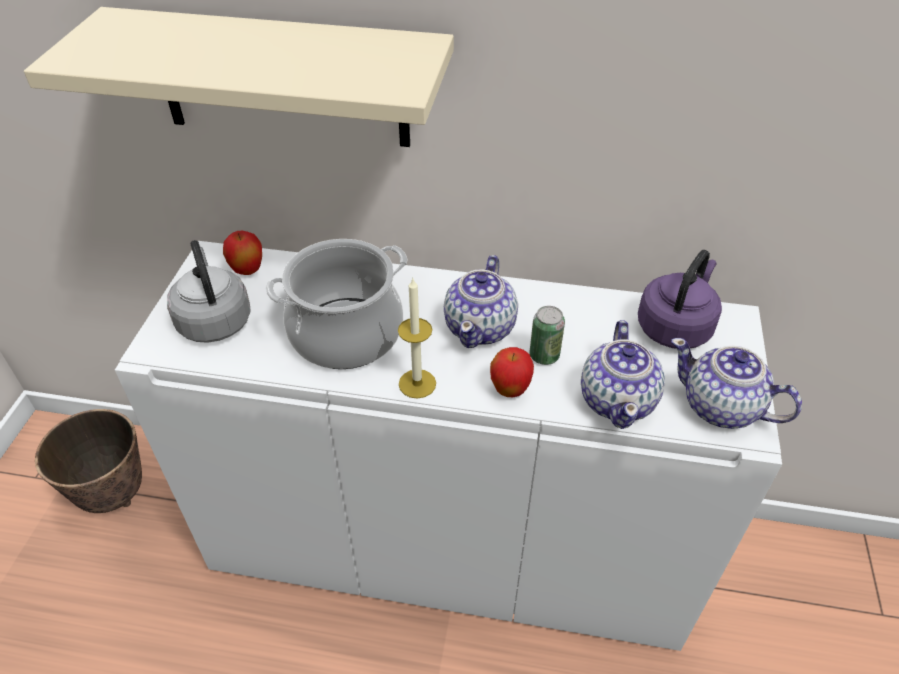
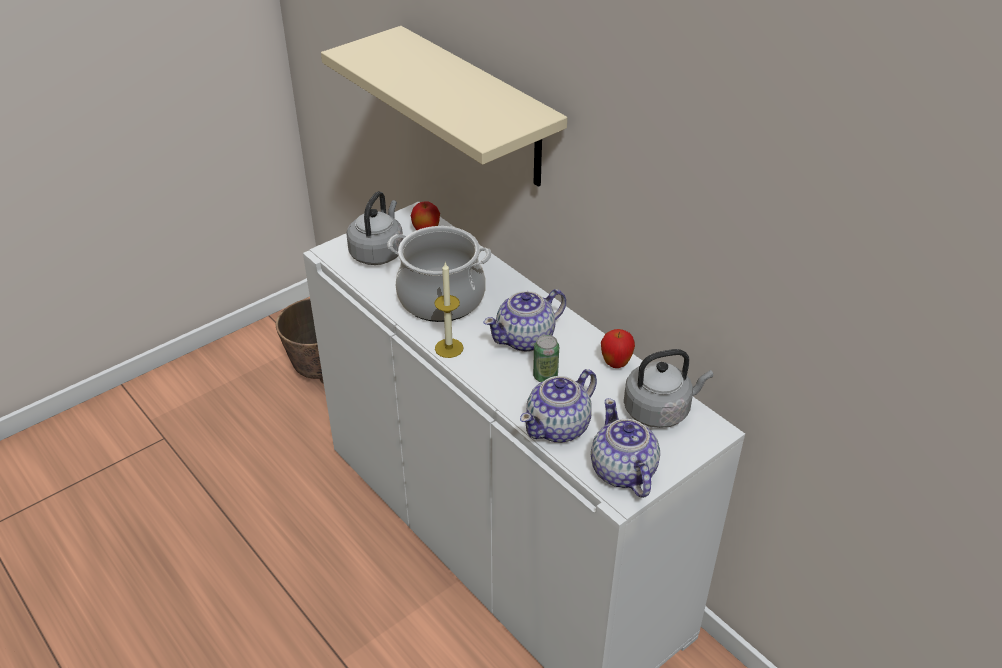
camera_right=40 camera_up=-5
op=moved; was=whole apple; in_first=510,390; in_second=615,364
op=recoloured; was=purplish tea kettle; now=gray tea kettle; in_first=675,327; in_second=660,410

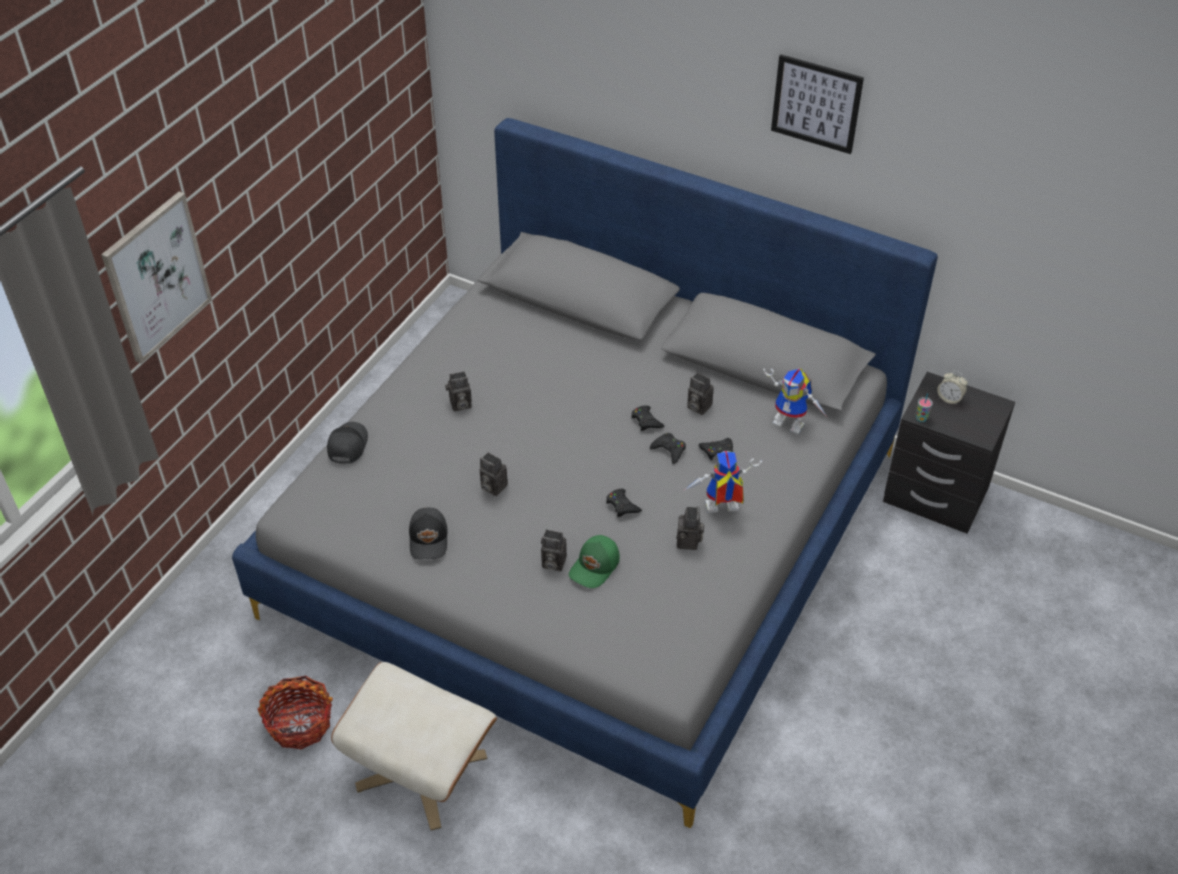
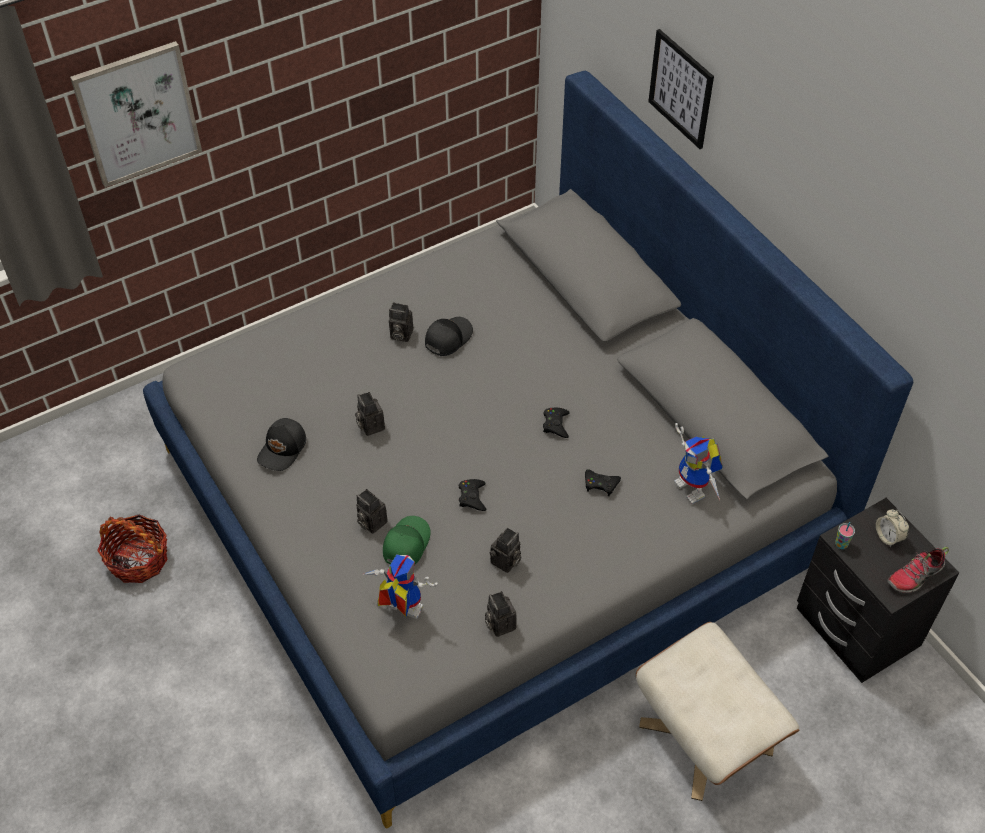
camera_right=30 camera_up=5
op=moved; was=black peaked cap; in_first=347,446; in_second=447,338
op=moved; was=beige-coloured pouffe; in_first=422,770; in_second=706,737
op=turned; was=greenish peaked cap; in_first=595,567; in_second=405,544; clockwise=135
op=removed; was=black joypad; in_first=669,450
op=moved; was=toy robot; in_first=719,511; in_second=399,610
op=moved; was=photo camera; in_first=697,406; in_second=499,624
op=moved; was=picture; in_first=816,103; in_second=681,89
op=added; now=item of footwear; in_second=915,576

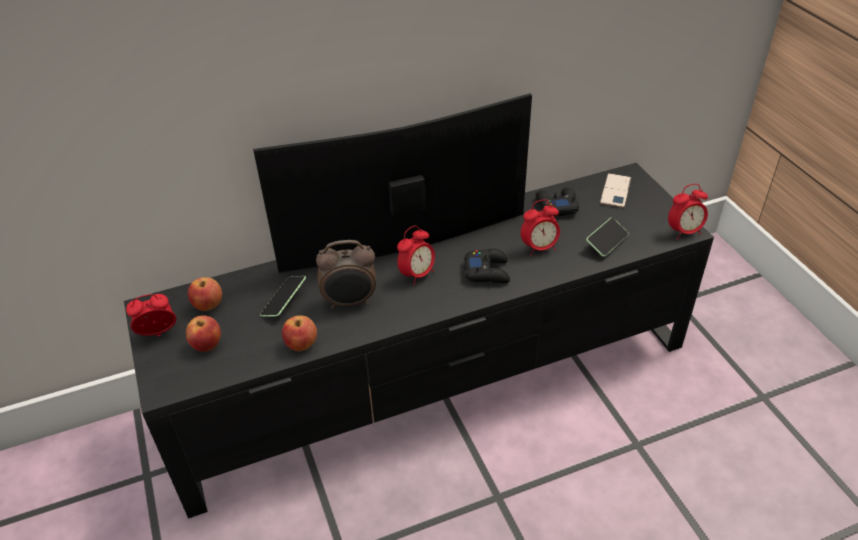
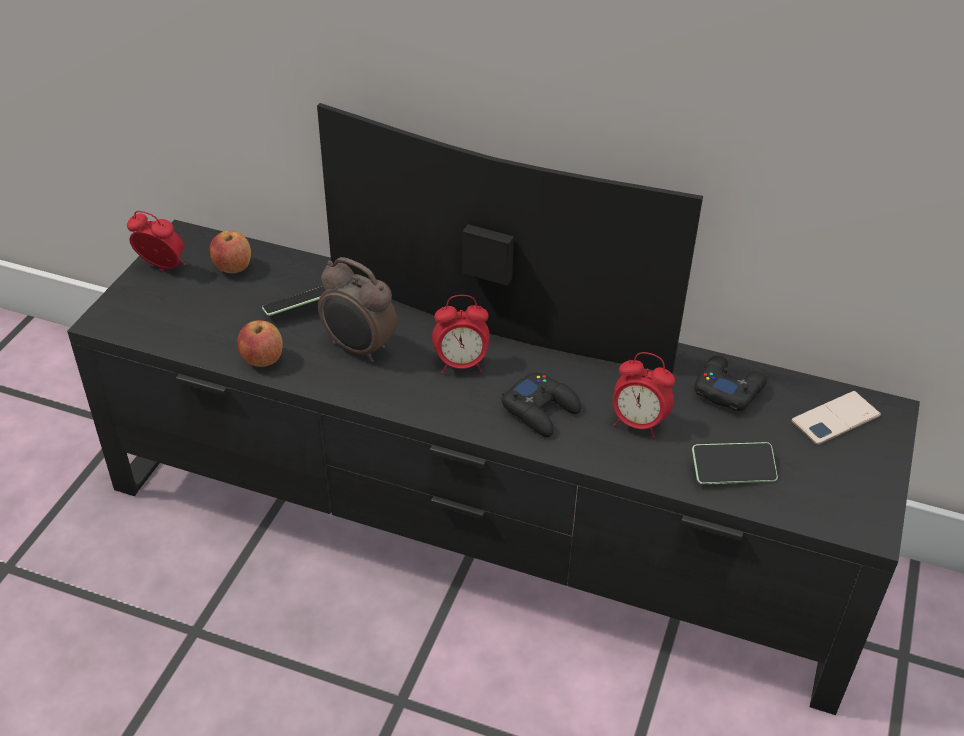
camera_right=40 camera_up=0
op=removed; was=whole apple; in_first=207,345
op=removed; was=alarm clock; in_first=684,232

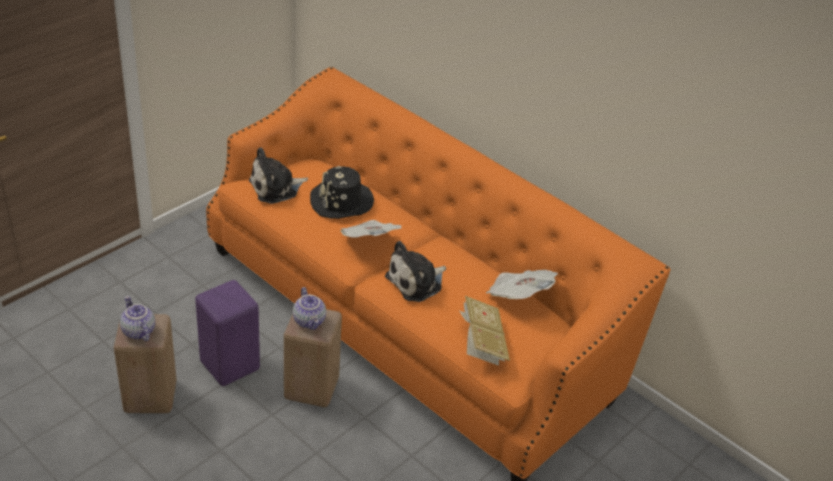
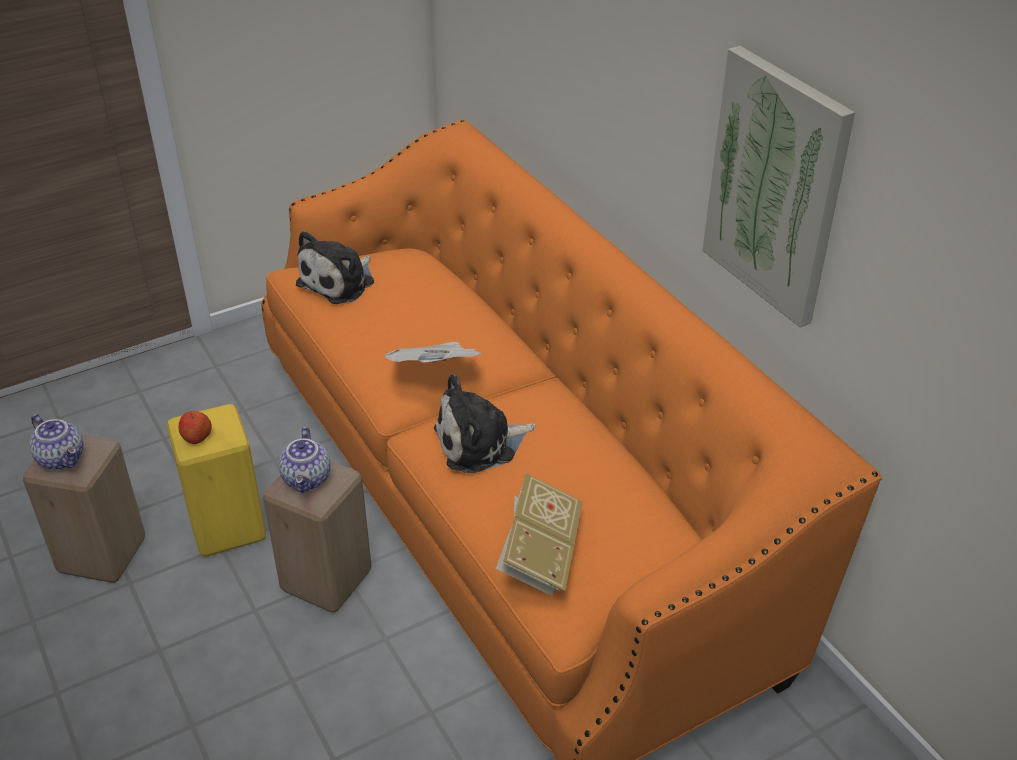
camera_right=20 camera_up=0
op=turned; was=tea pot; in_first=137,331; in_second=62,458; clockwise=150
op=recoloured; was=purplish stool; now=yellow stool; in_first=230,364; in_second=229,526
op=turned; was=cuddly toy; in_first=276,188; in_second=340,282; clockwise=-45
op=removed; was=black hat; in_first=341,202
op=removed; was=printed paper; in_first=518,296
op=added; now=whole apple; in_second=196,437
op=added; now=picture; in_second=776,186

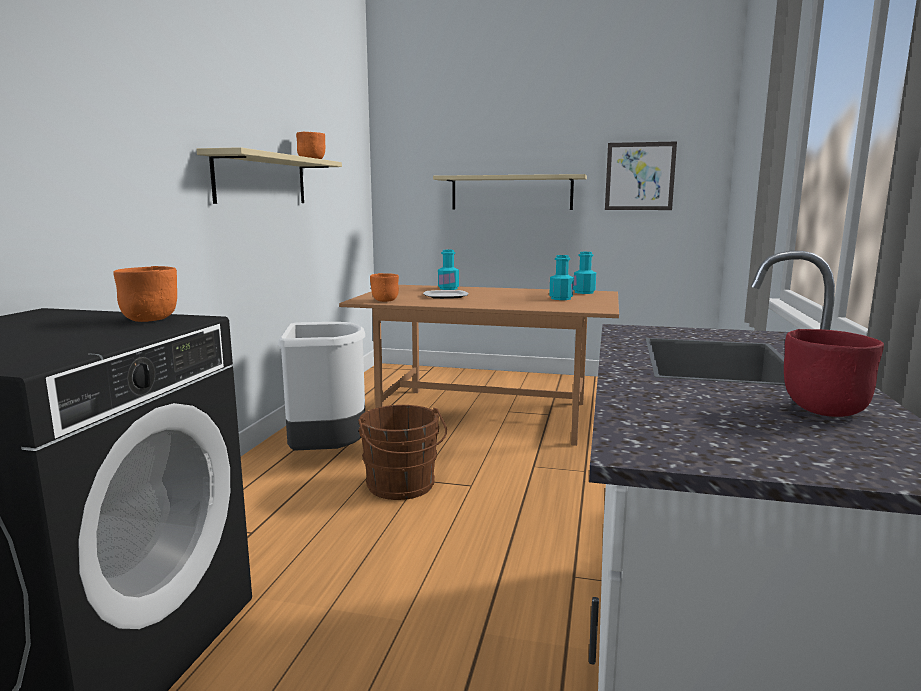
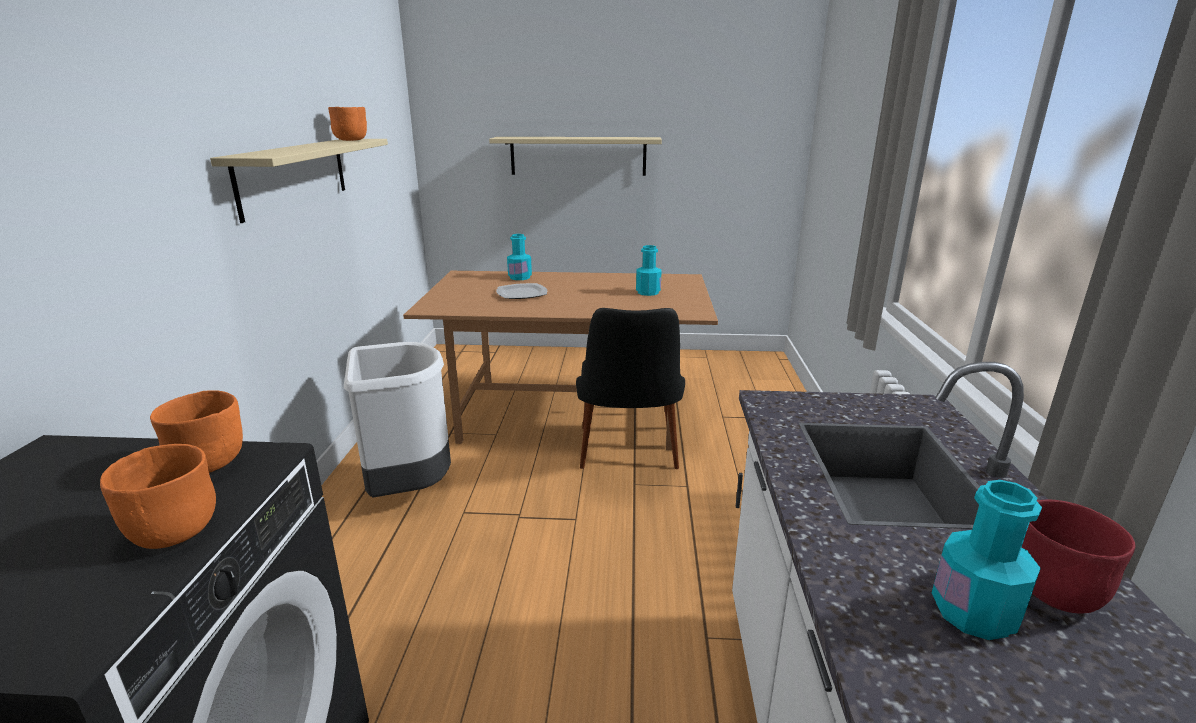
camera_right=-10 camera_up=10
op=removed; was=brownish pail; in_first=402,487
op=moved; was=orangey bowl; in_first=384,301; in_second=173,533
op=moved; was=turquoise bottle; in_first=584,292; in_second=973,613
op=removed; was=picture; in_first=640,176
op=added; now=black chair; in_second=628,458

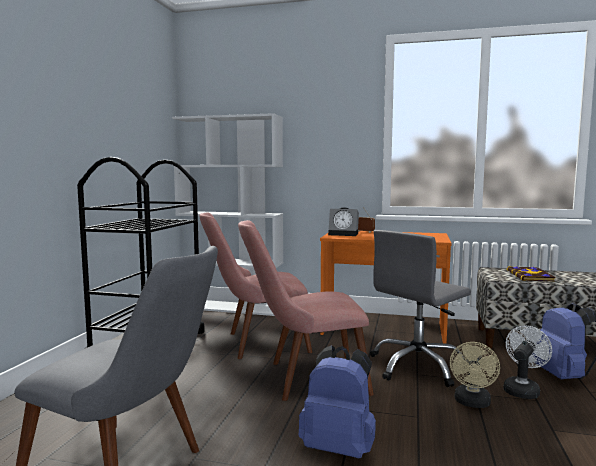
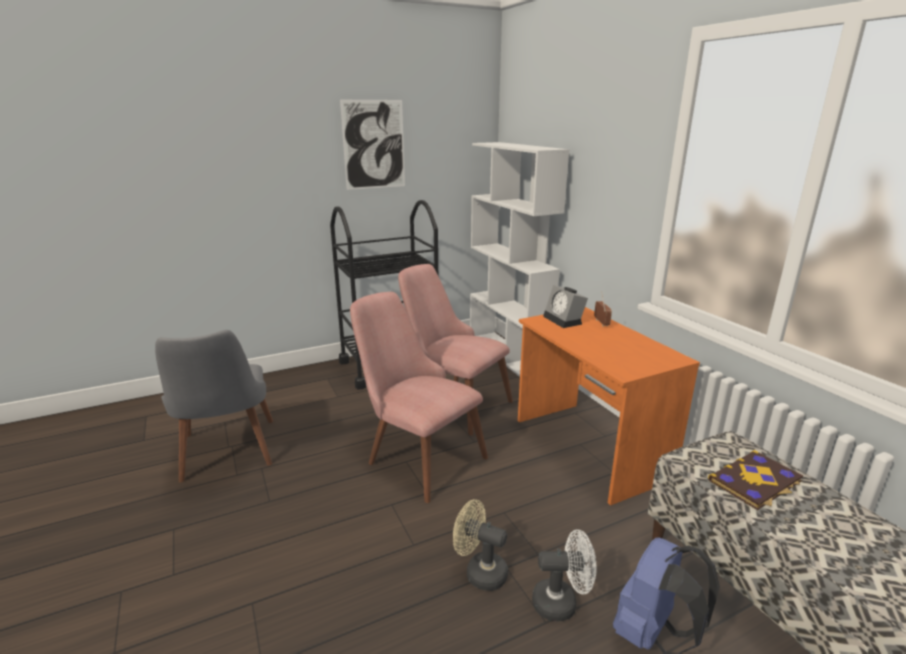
camera_right=50 camera_up=15
op=removed; was=blue rucksack; in_first=339,447
op=removed; was=gray desk chair; in_first=418,366
op=turned; was=beige-coloured electric fan; in_first=472,403; in_second=479,572; clockwise=45
op=added; now=picture; in_second=374,145

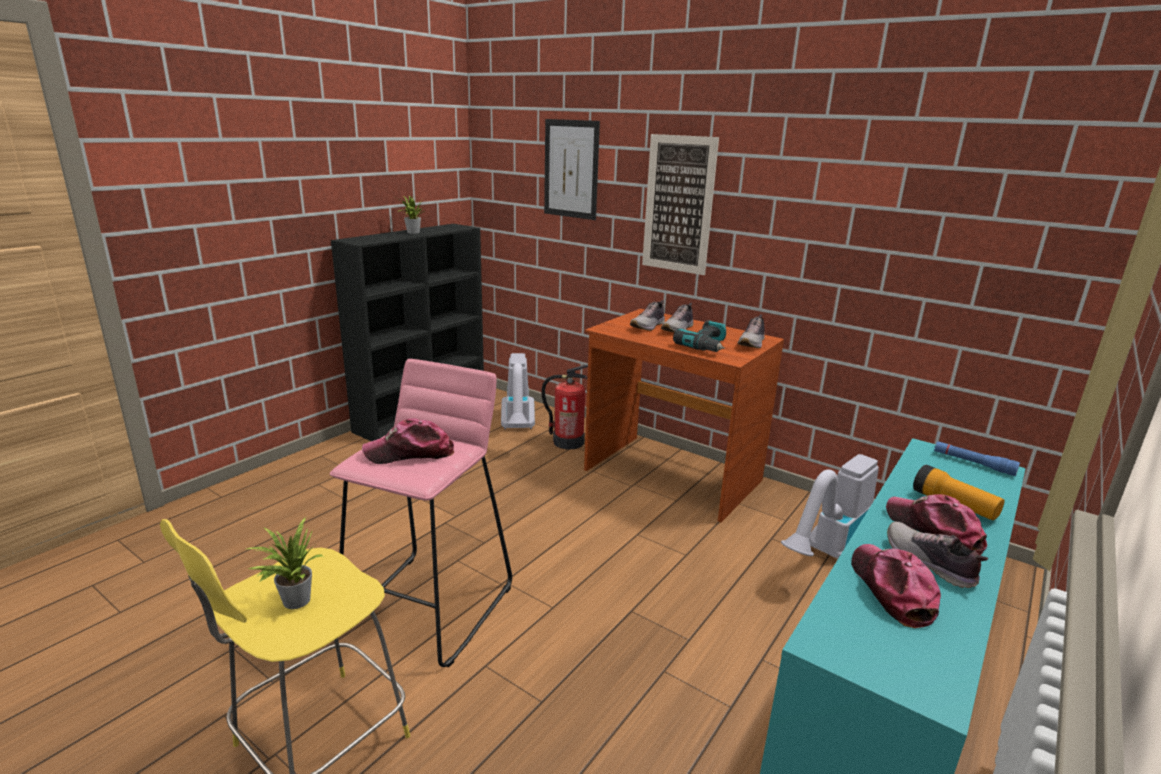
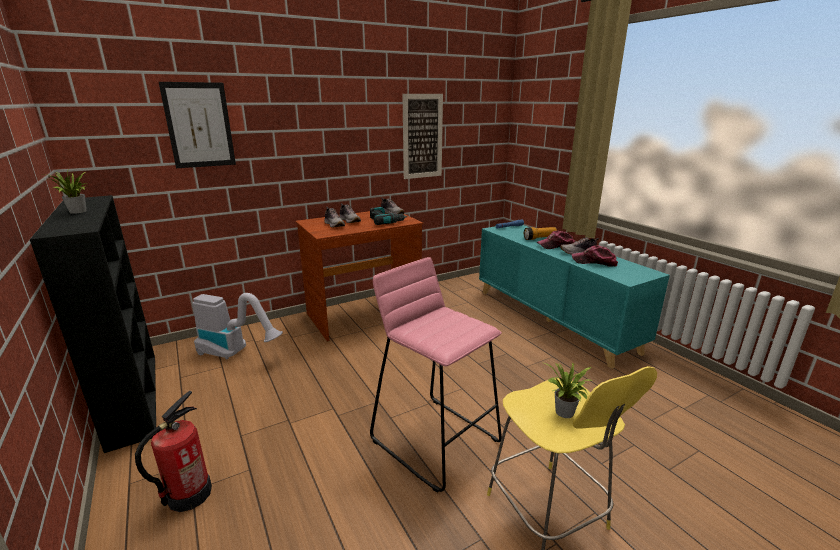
camera_right=-65 camera_up=0
op=removed; was=peaked cap; in_first=410,453
op=moved; was=extinguisher; in_first=567,442; in_second=188,495
op=moved; was=picture; in_first=678,205; in_second=422,136
op=removed; was=vacuum; in_first=828,555

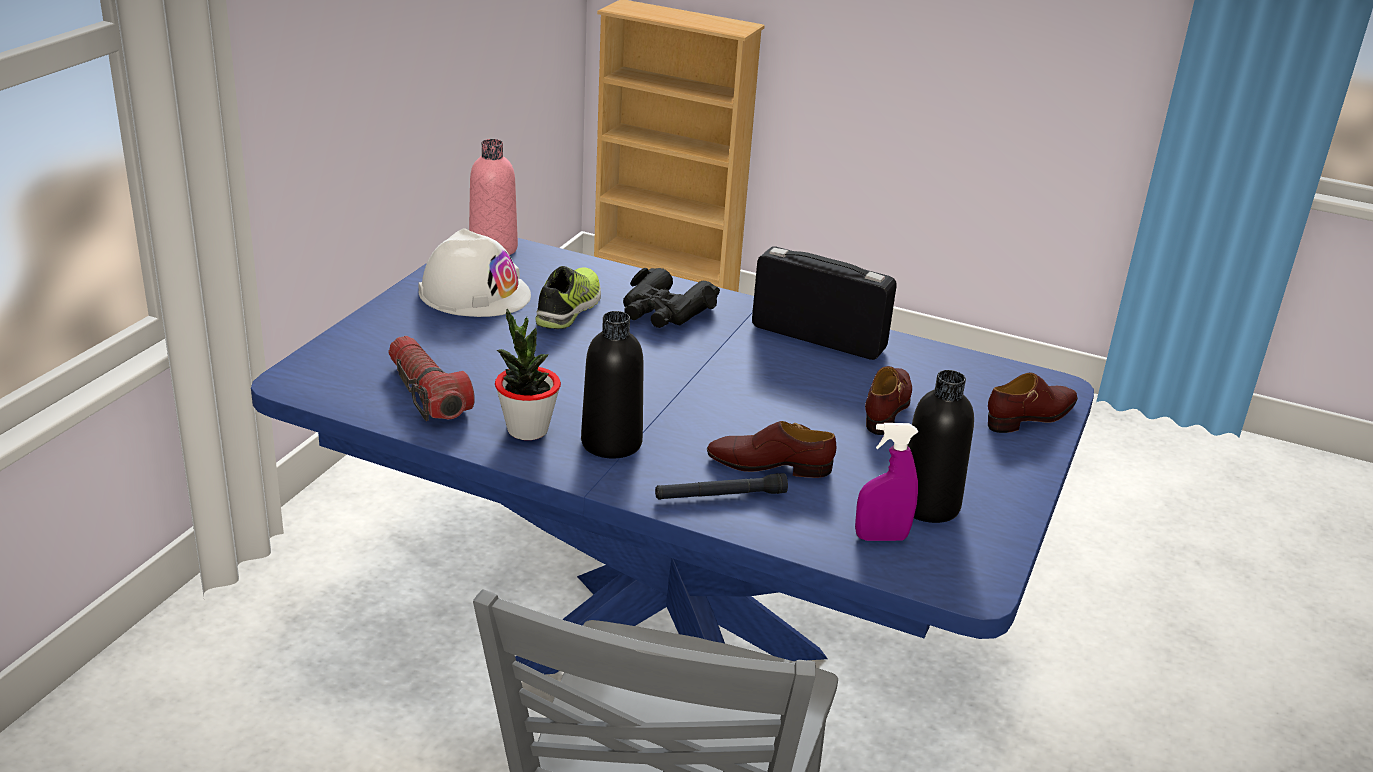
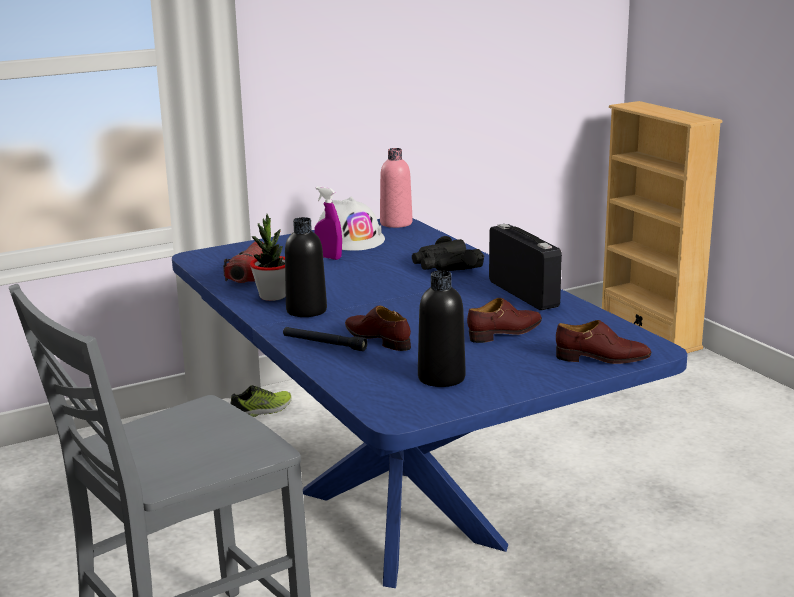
camera_right=40 camera_up=-10
op=moved; was=item of footwear; in_first=570,308; in_second=261,411
op=moved; was=purplish sprayer; in_first=881,537; in_second=328,257

